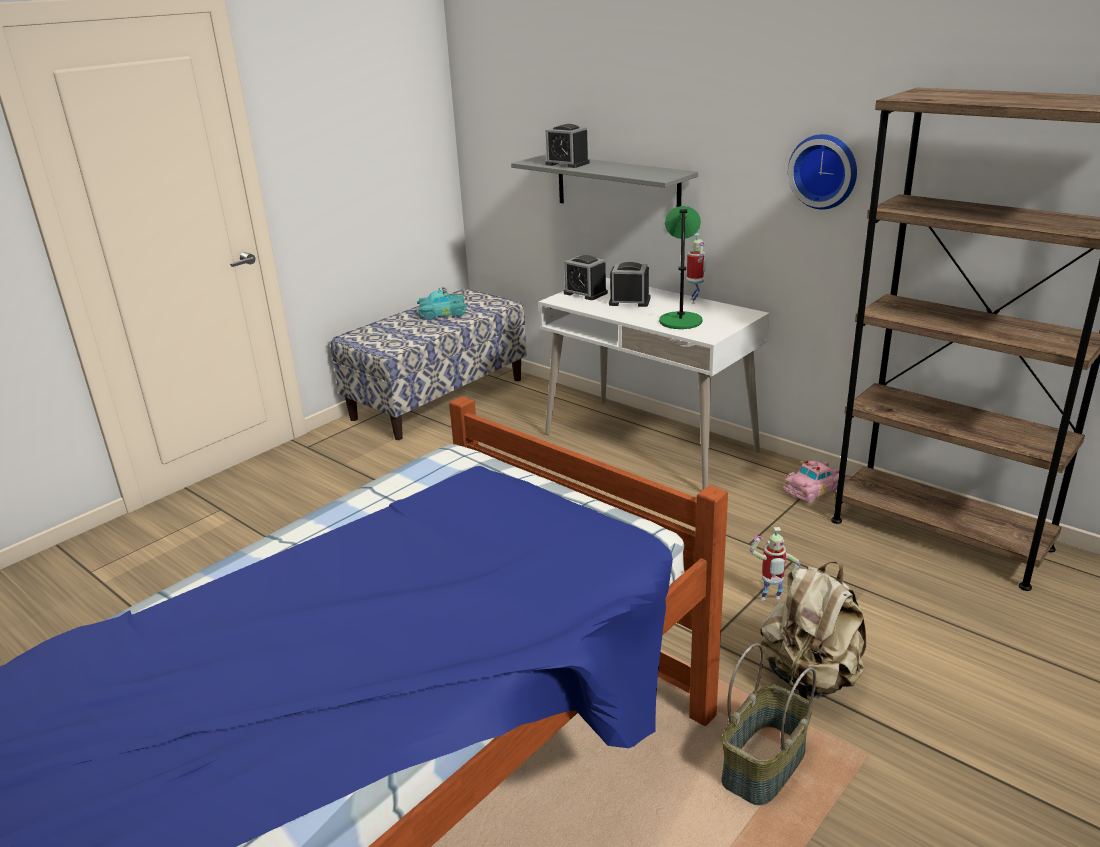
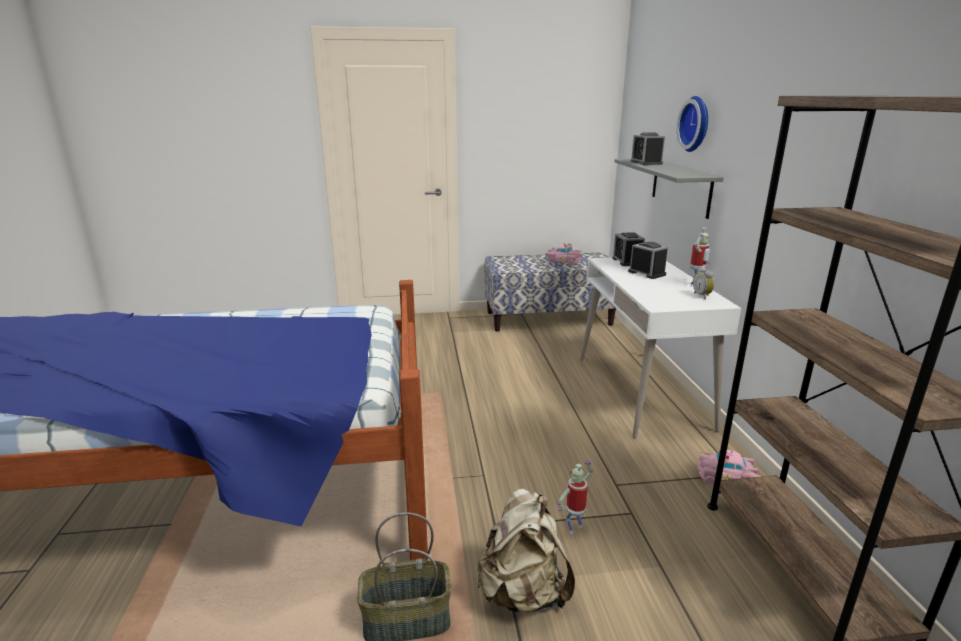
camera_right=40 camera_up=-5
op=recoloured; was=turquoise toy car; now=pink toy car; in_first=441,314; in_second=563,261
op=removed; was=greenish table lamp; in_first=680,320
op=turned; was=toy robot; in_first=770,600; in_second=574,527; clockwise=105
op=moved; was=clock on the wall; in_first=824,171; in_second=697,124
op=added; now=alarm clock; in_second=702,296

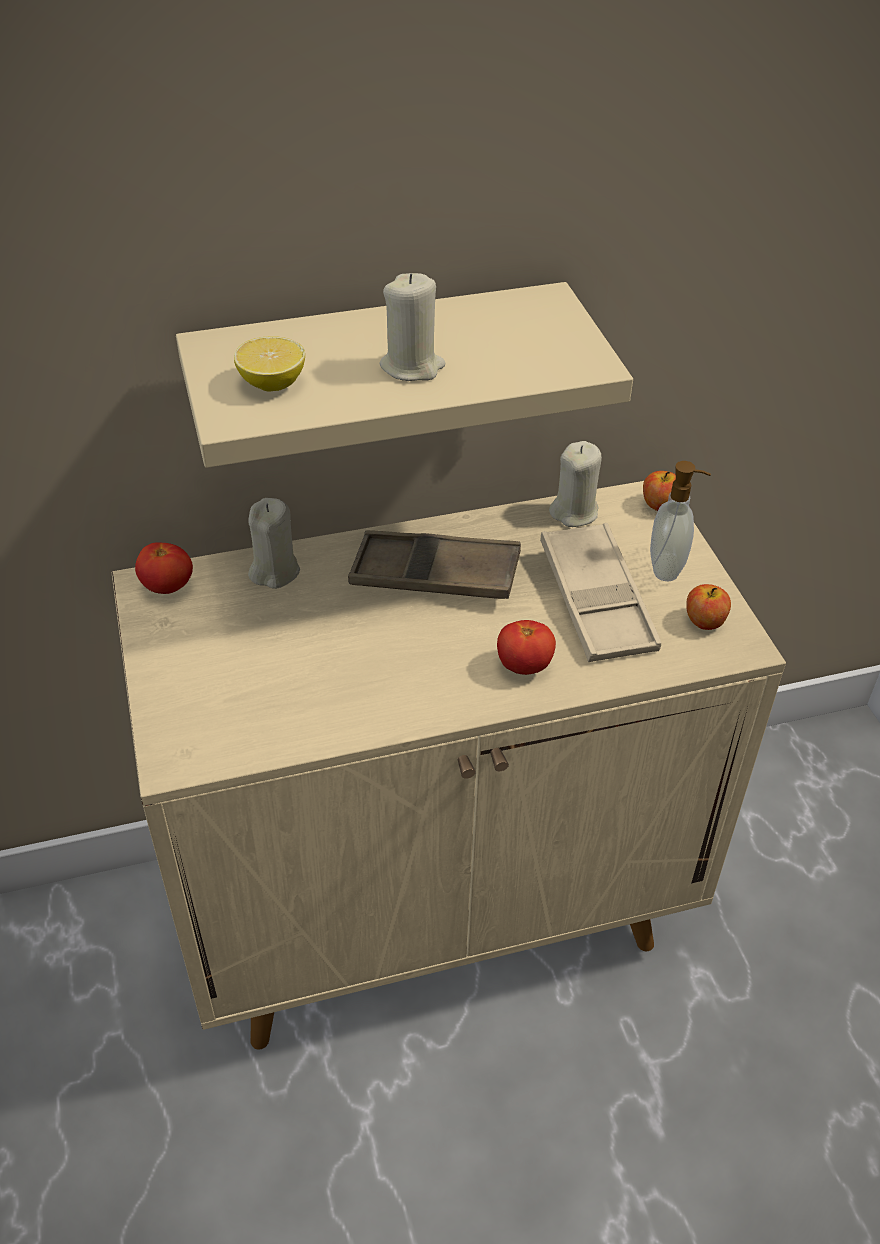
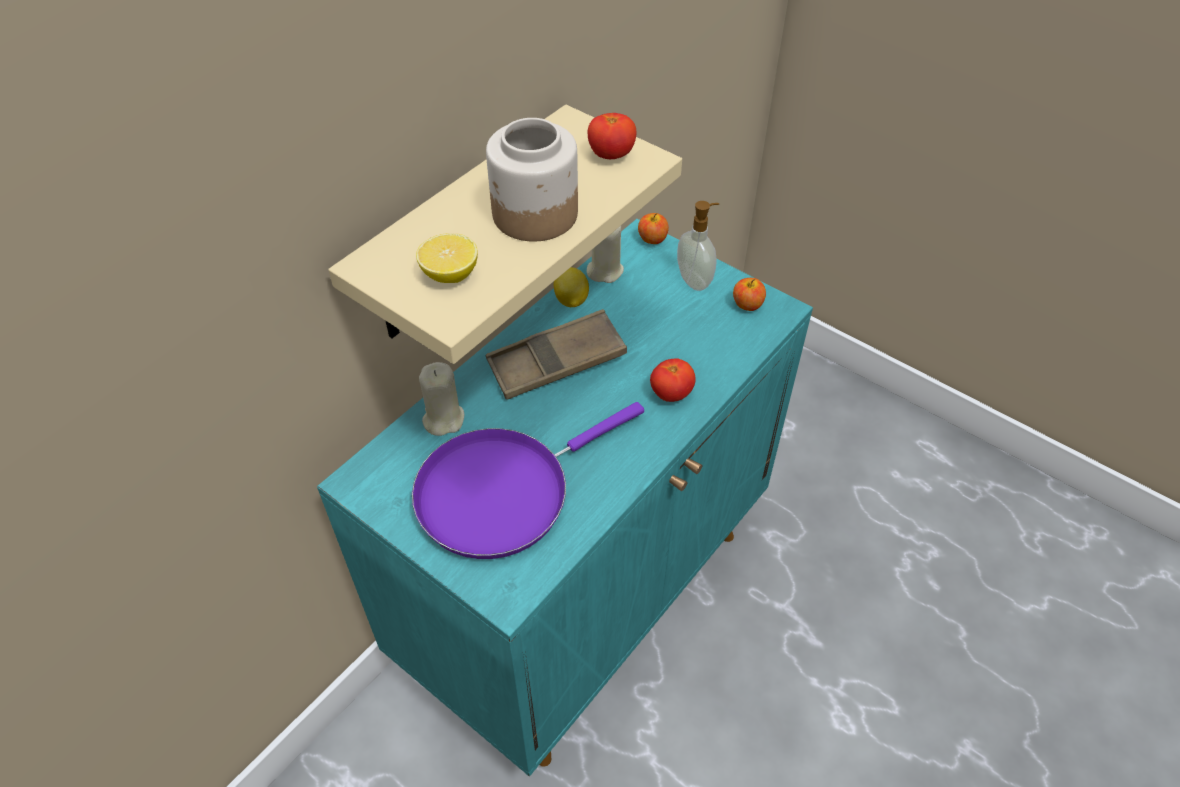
camera_right=-35 camera_up=5
op=recoloured; was=beige-coloured cabinet; now=turquoise cabinet; in_first=437,908; in_second=587,595
op=moved; was=tomato; in_first=167,587; in_second=611,155
op=replaced; was=beige-coloured candle; now=preserve jar; in_first=412,367; in_second=534,215
op=removed; was=beige-coloured carrying tray; in_first=597,601
op=added; now=purplish frying pan; in_second=502,492
op=added; now=citrus fruit; in_second=571,301

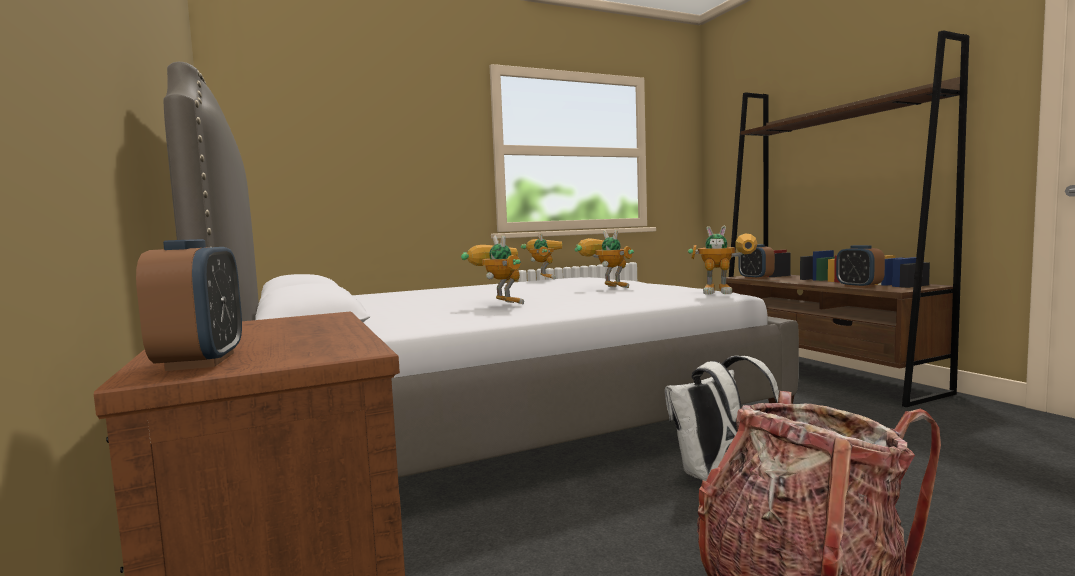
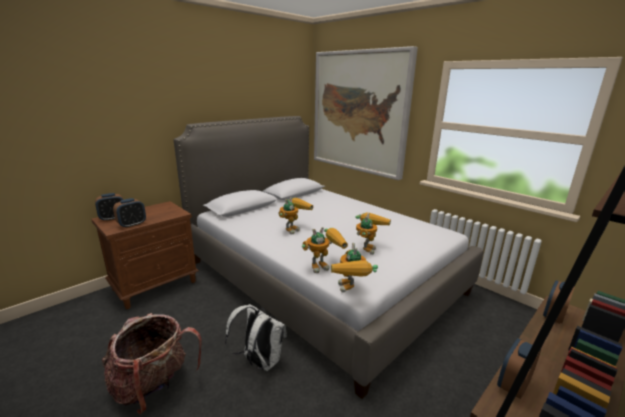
camera_right=70 camera_up=15
op=moved; was=toy robot; in_first=543,278; in_second=324,265
op=added; now=alarm clock; in_second=132,225
op=added; now=picture; in_second=359,112

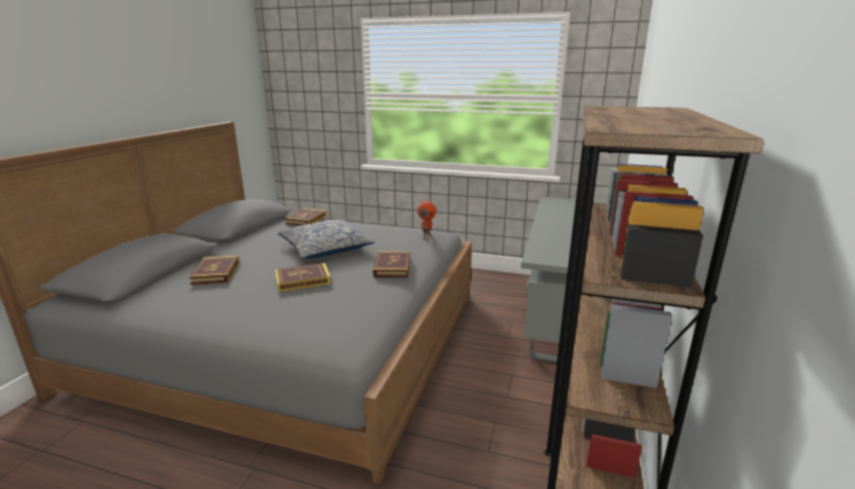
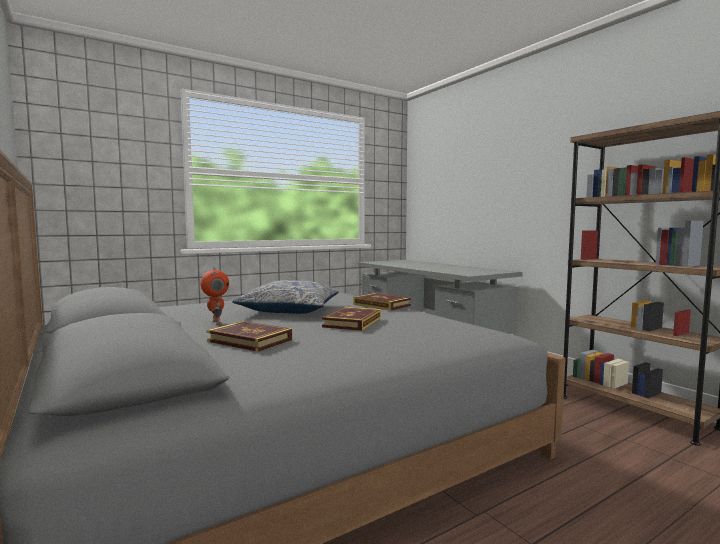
camera_right=-50 camera_up=-15
op=removed; was=bound book; in_first=306,220
op=moved; was=toy robot; in_first=426,237; in_second=215,323

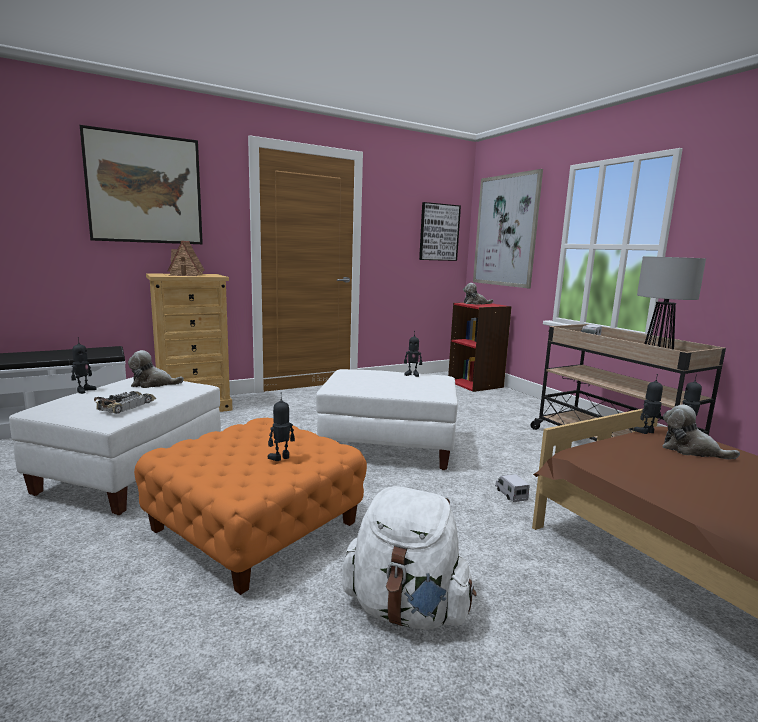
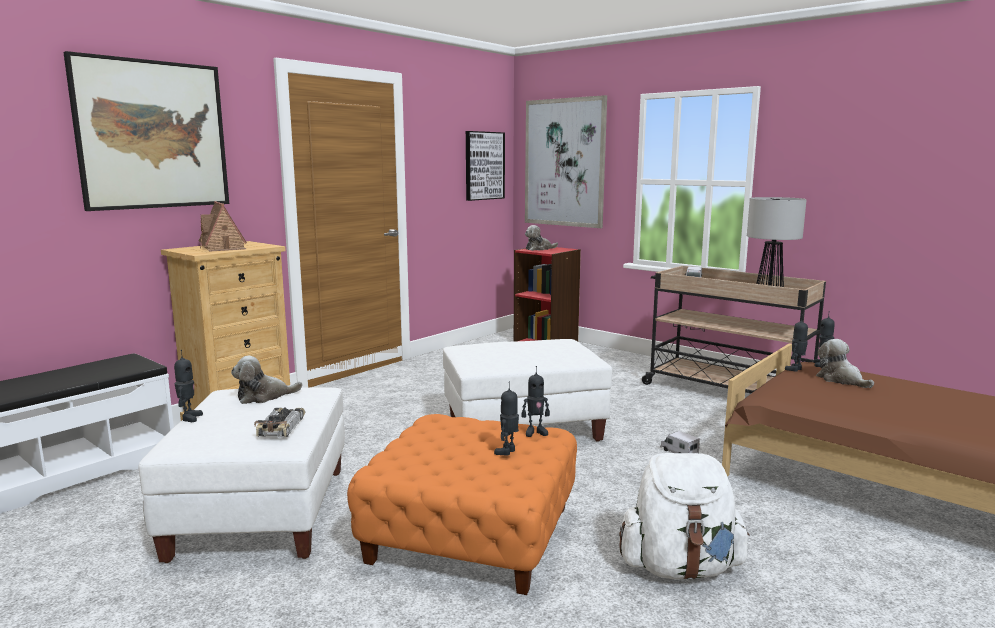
camera_right=-20 camera_up=0
op=moved; was=toy robot; in_first=412,374; in_second=535,432
op=turned; was=cuddly toy; in_first=691,450; in_second=841,380; clockwise=45

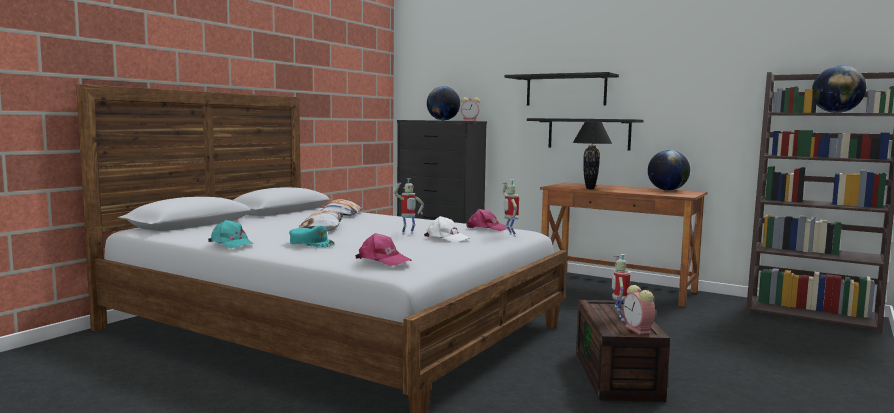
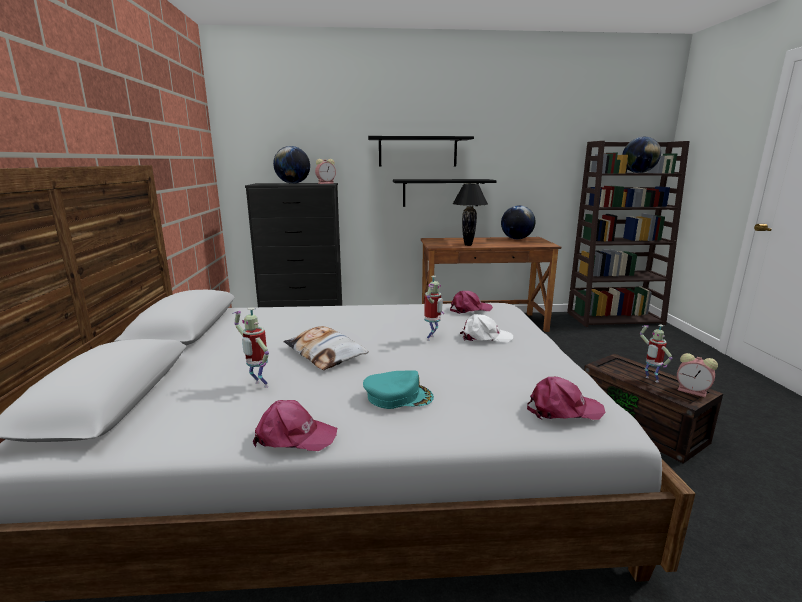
camera_right=-35 camera_up=10
op=recoloured; was=turquoise peaked cap; now=pink peaked cap; in_first=231,244; in_second=294,436
op=removed; was=throw pillow; in_first=342,214
op=moved; was=toy robot; in_first=510,235; in_second=258,385

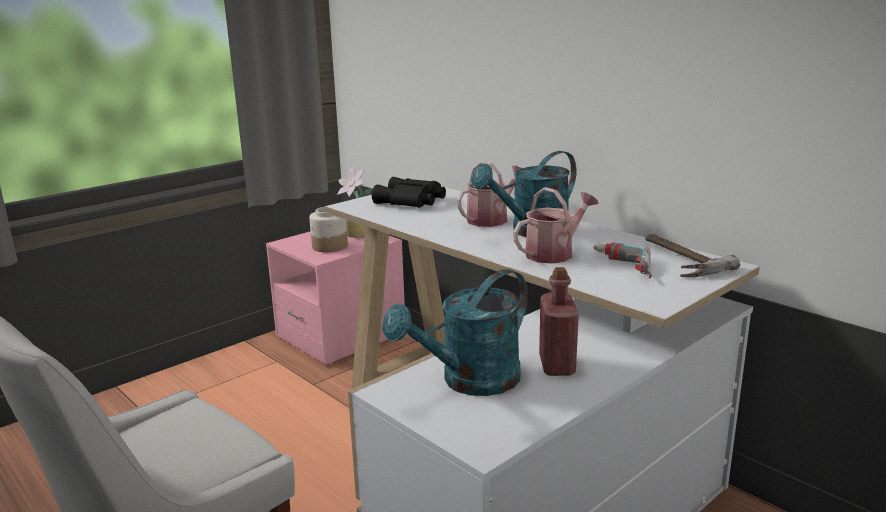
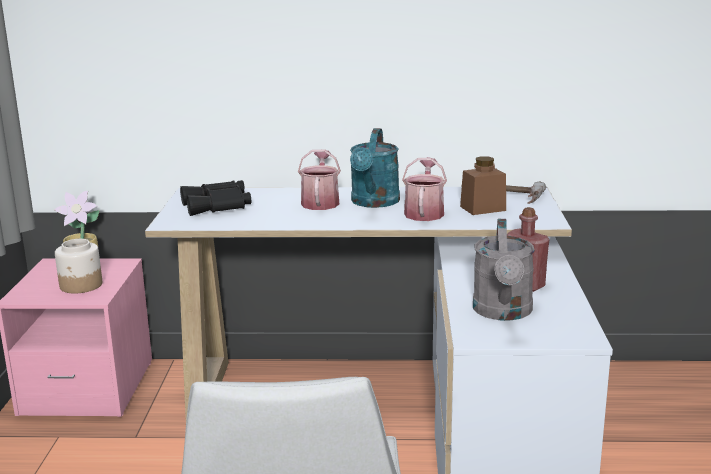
camera_right=-45 camera_up=0
op=recoloured; was=turquoise watering can; now=gray watering can; in_first=470,382; in_second=503,313
op=replaced; was=power drill; now=brownish preserve jar; in_first=620,267; in_second=483,208

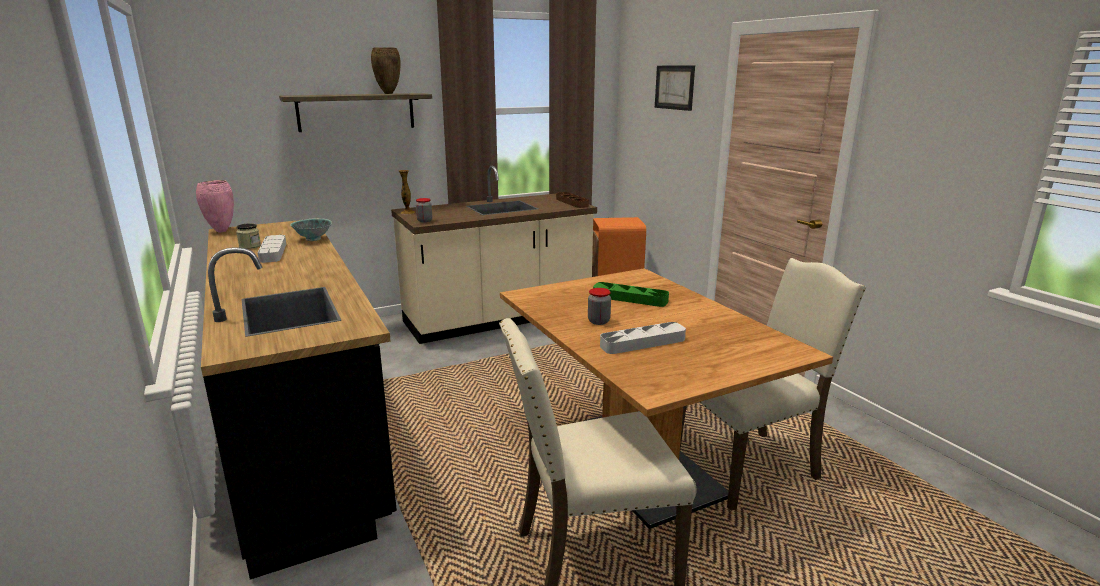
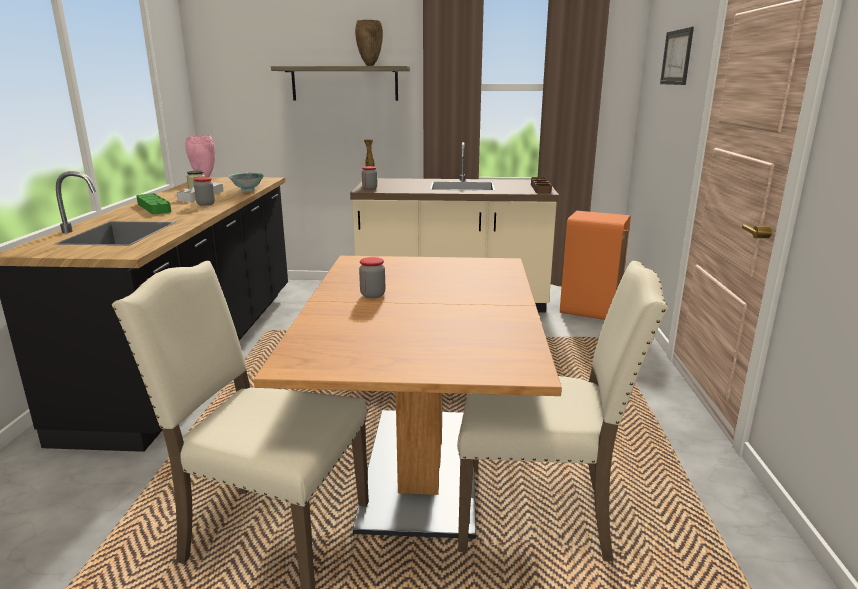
camera_right=30 camera_up=0
op=moved; was=greenish carrying tray; in_first=630,298; in_second=154,207
op=removed; was=gray carrying tray; in_first=643,342
op=added; now=preserve jar; in_second=206,204

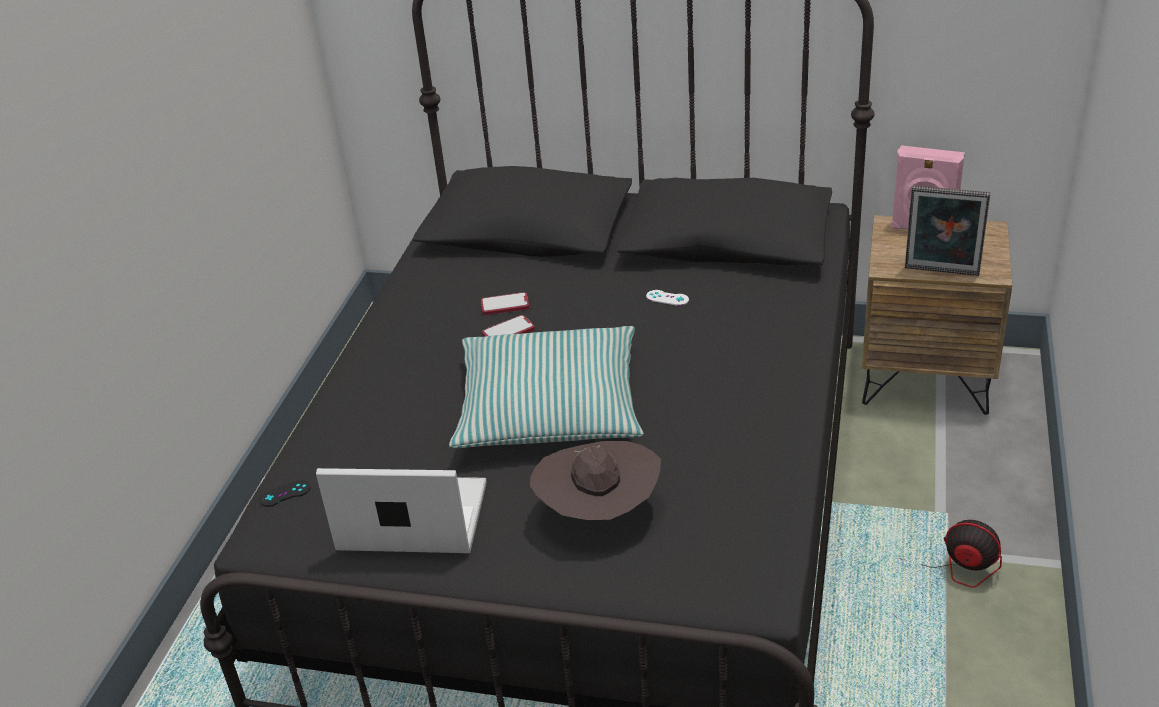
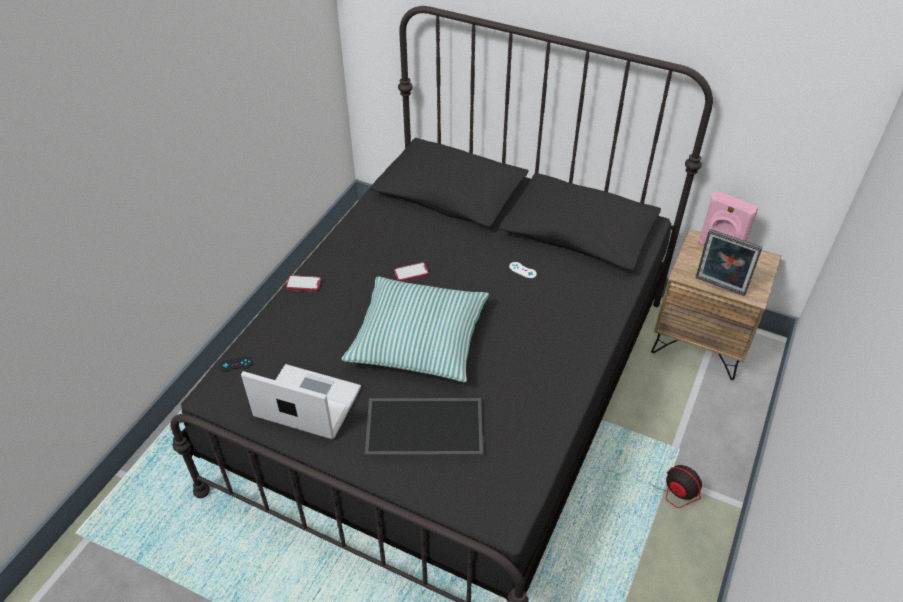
camera_right=10 camera_up=10
op=moved; was=telephone; in_first=505,305; in_second=303,284
op=replaced; was=brownish hat; now=carrying tray; in_first=598,513; in_second=423,429

